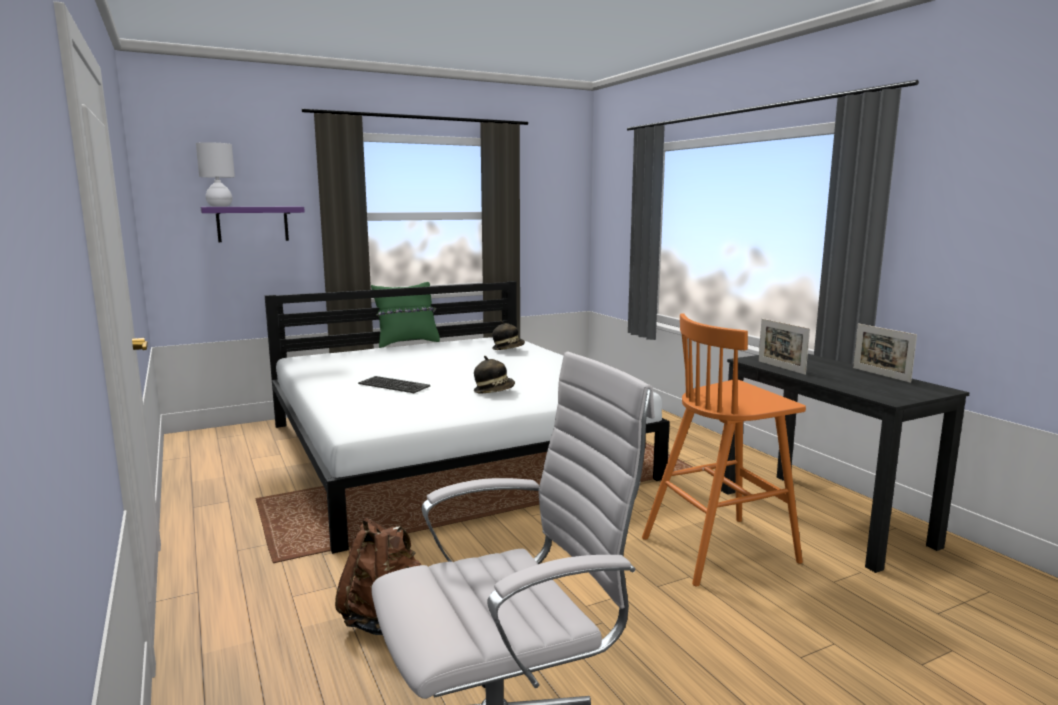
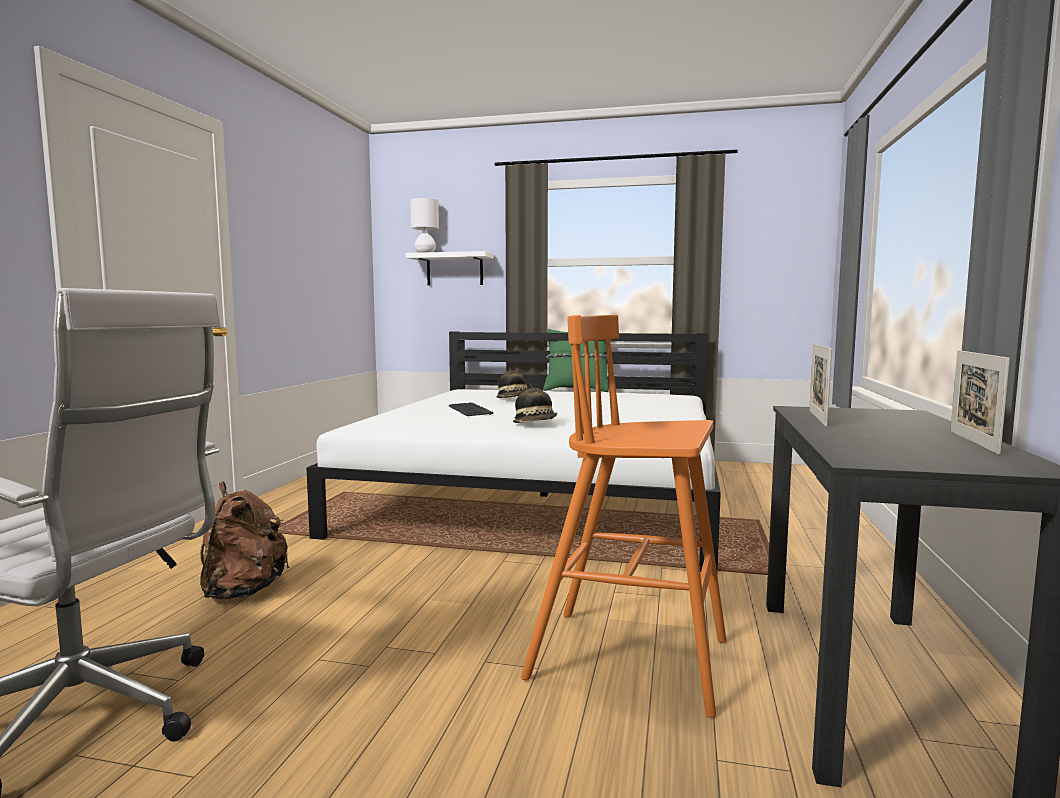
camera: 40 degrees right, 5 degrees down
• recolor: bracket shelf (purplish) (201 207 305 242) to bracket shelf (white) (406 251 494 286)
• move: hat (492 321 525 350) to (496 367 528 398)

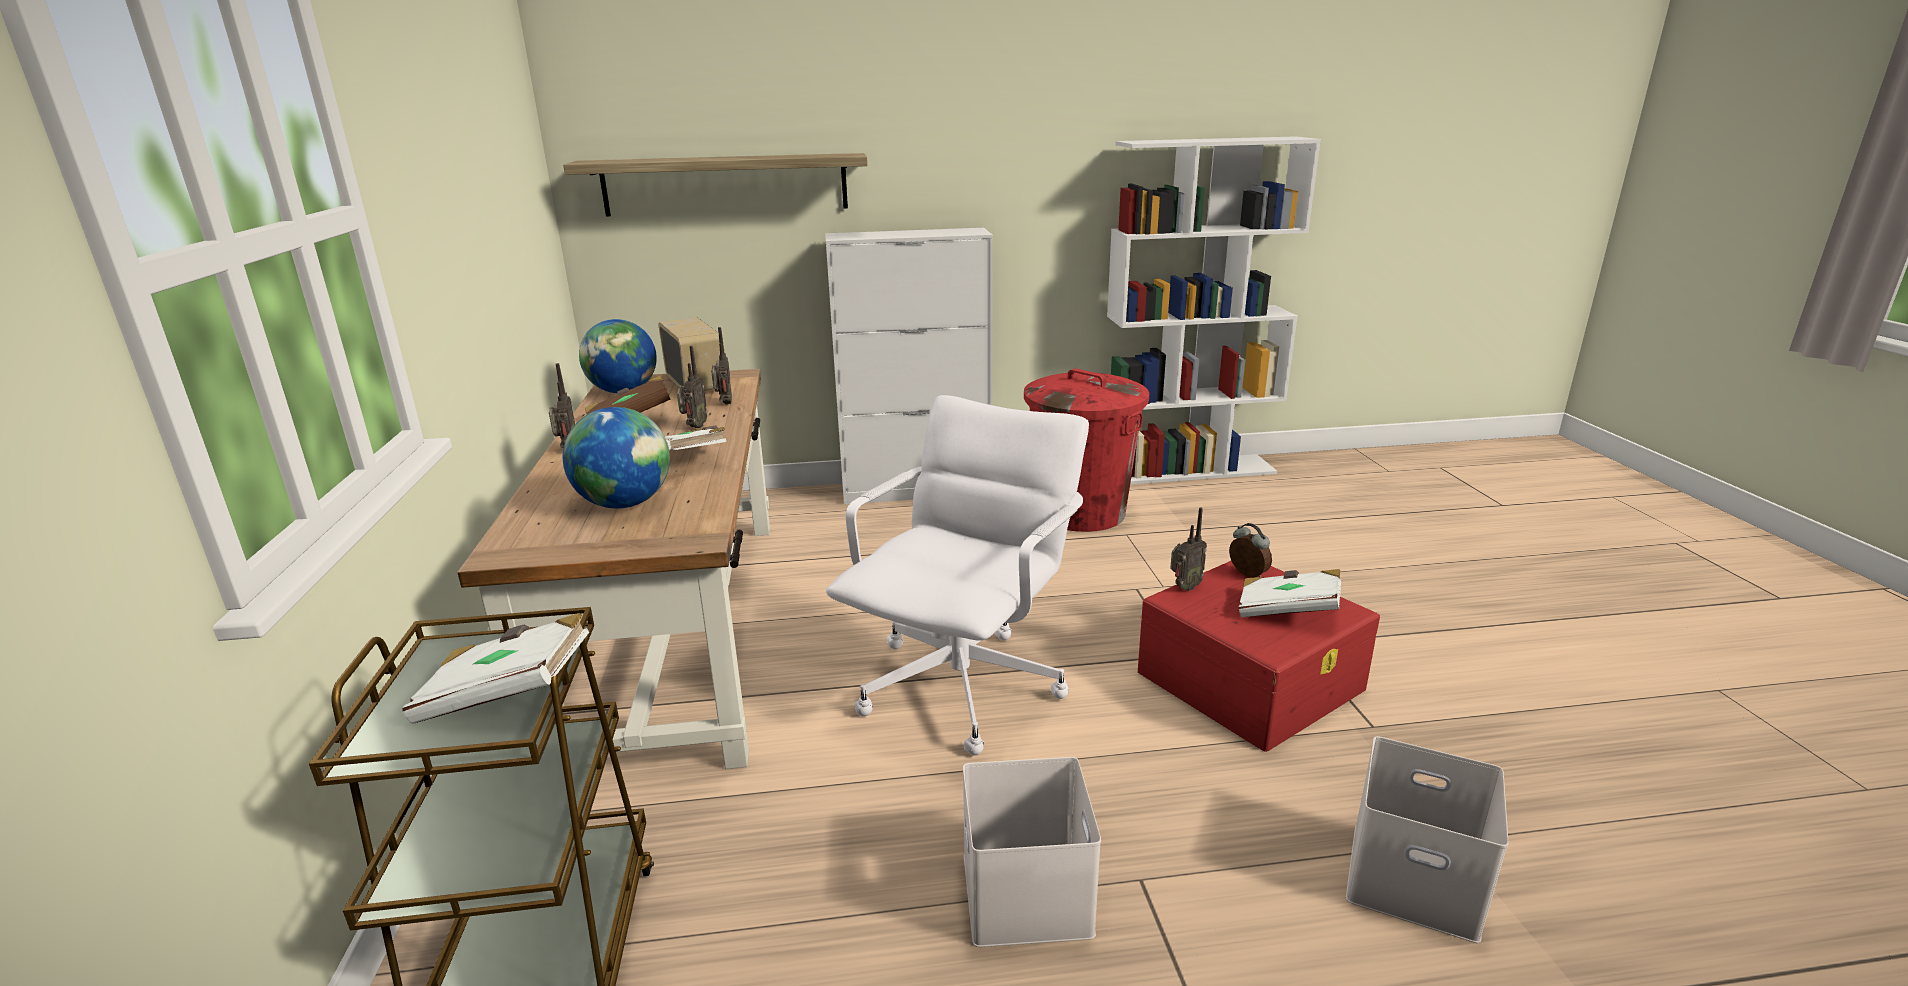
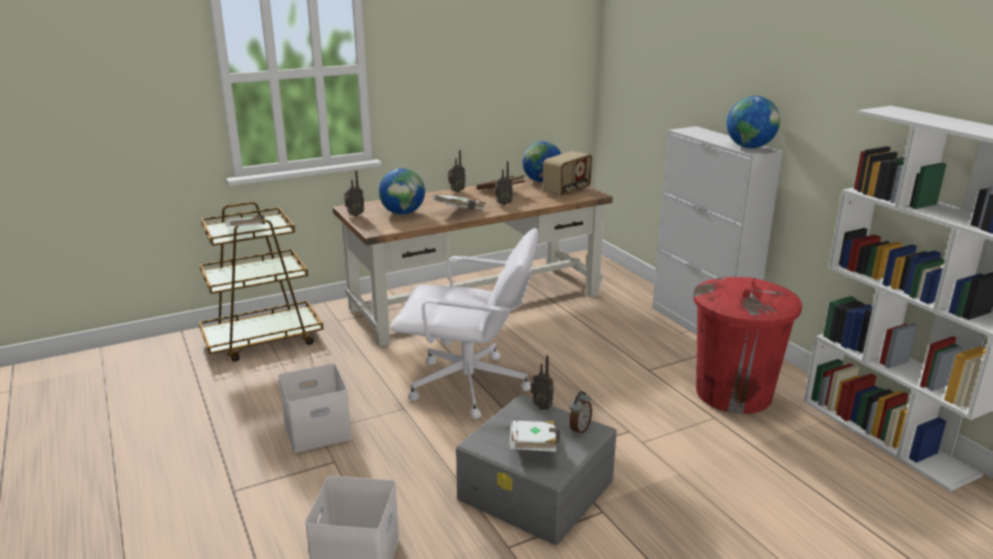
camera: 70 degrees right, 0 degrees up
• delete: bracket shelf (563 153 868 216)
• move: radio receiver (711 327 732 405) to (344 170 365 216)
• recolor: storage box (red-coloured) (1138 561 1380 752) to storage box (greyish) (456 395 617 545)
• insert: world globe (726 96 780 148)

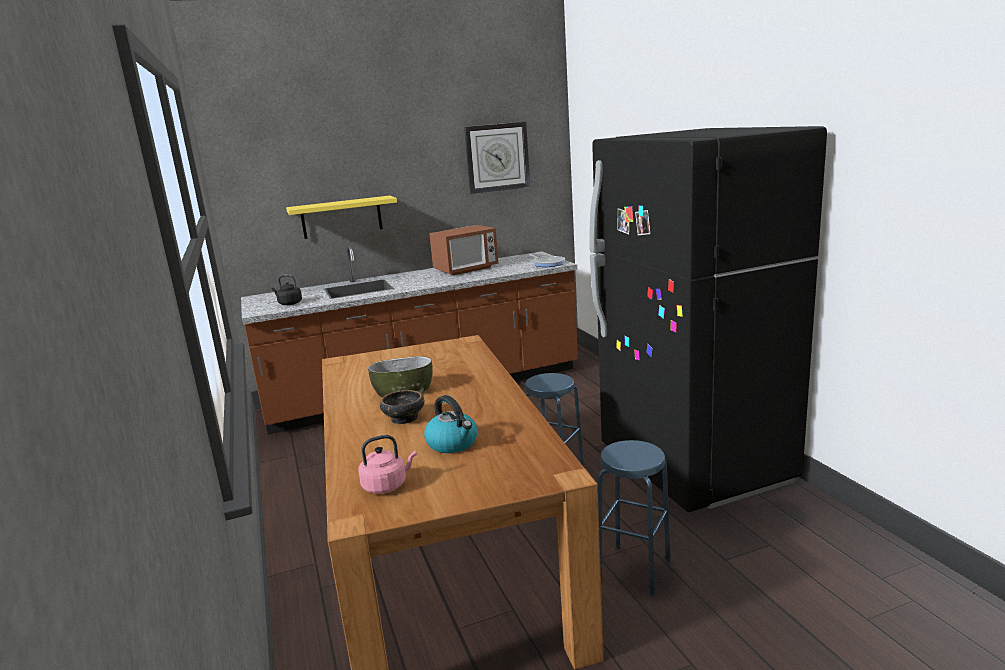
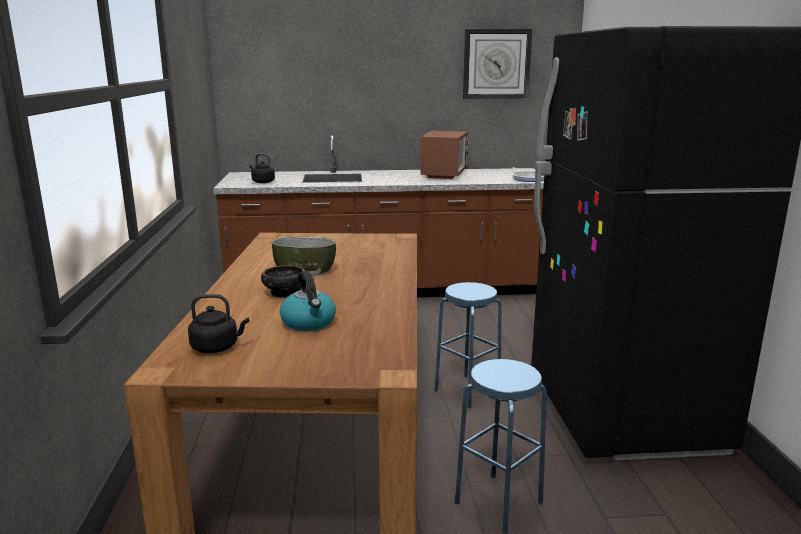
camera: 15 degrees right, 0 degrees up
• delete: bracket shelf (yellowish) (286 196 397 239)
• recolor: water kettle (pink-coloured) (358 435 417 494) to water kettle (black) (188 294 249 353)
• rotate: kitchen microwave (429 225 498 275) = (420 131 469 179) 60 degrees counterclockwise

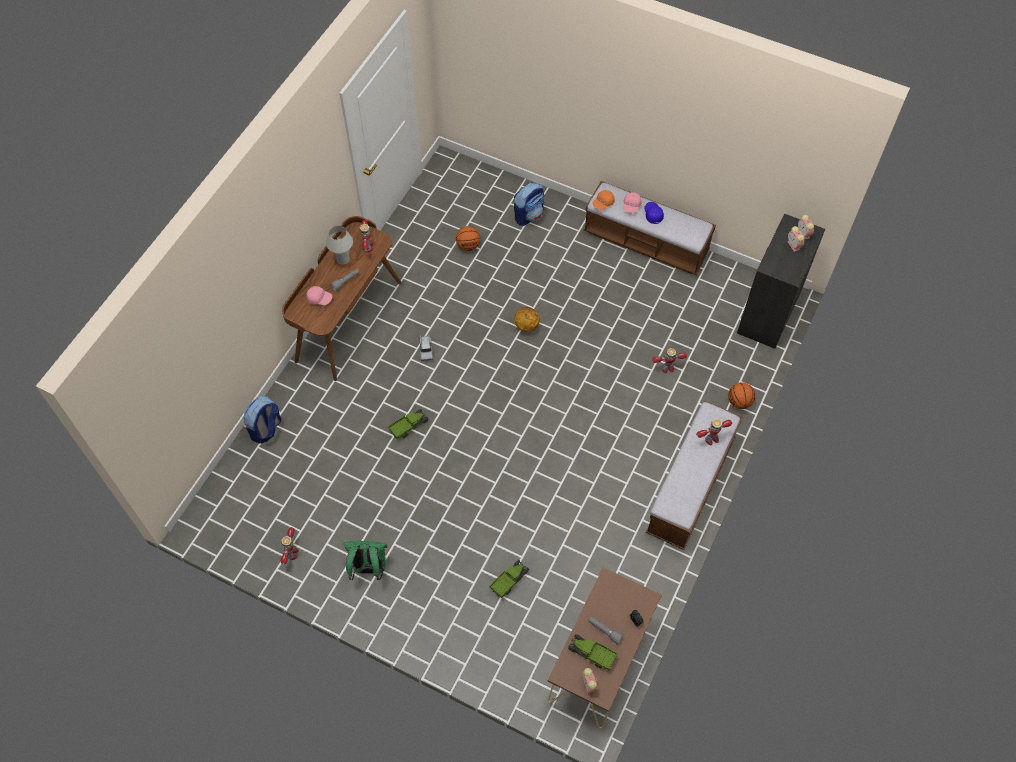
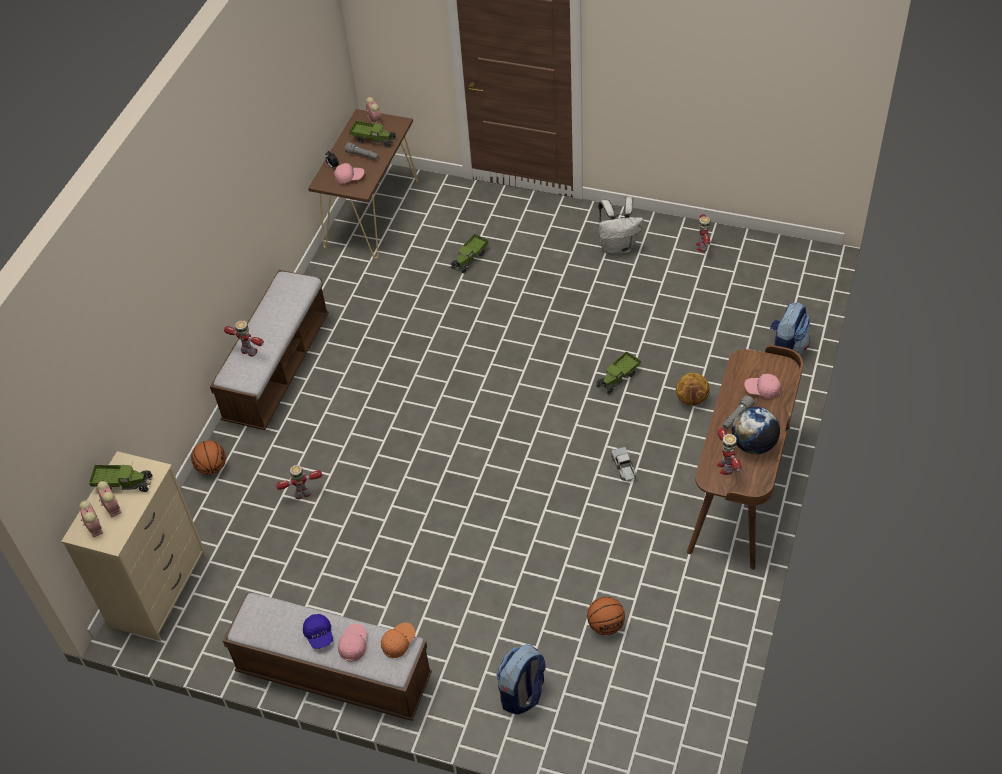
camera: 175 degrees right, 10 degrees down
• replace: lamp for a table (white) (326 226 353 265) to world globe (731 407 780 454)
• recolor: knapsack (green-coloured) (344 541 387 580) to knapsack (white) (598 196 643 255)
• move: basketball (514 307 540 332) to (676 372 710 406)
• rotate: robot figure (696 419 732 446) = (224 321 264 357) 60 degrees clockwise
• recolor: chest of drawers (black) (737 214 825 349) to chest of drawers (beige-coloured) (61 451 207 641)
• insert: model truck (89 463 153 492)
• insert: cap (pink-coloured) (334 163 364 184)

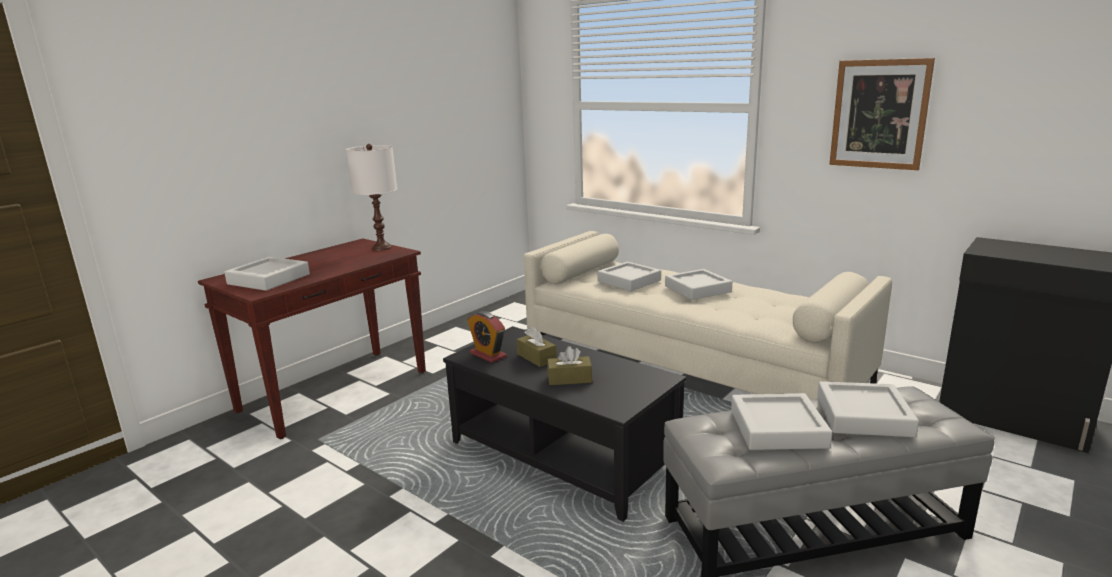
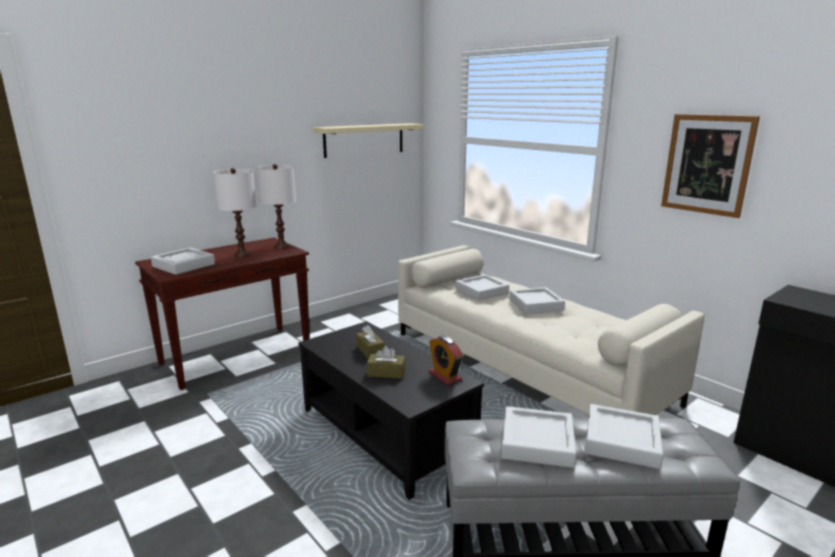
camera: 10 degrees right, 0 degrees up
• move: bedside clock (467 311 507 363) to (429 336 463 385)
• insert: lamp for a table (white) (213 168 256 257)
• insert: bracket shelf (beige-coloured) (313 123 424 158)

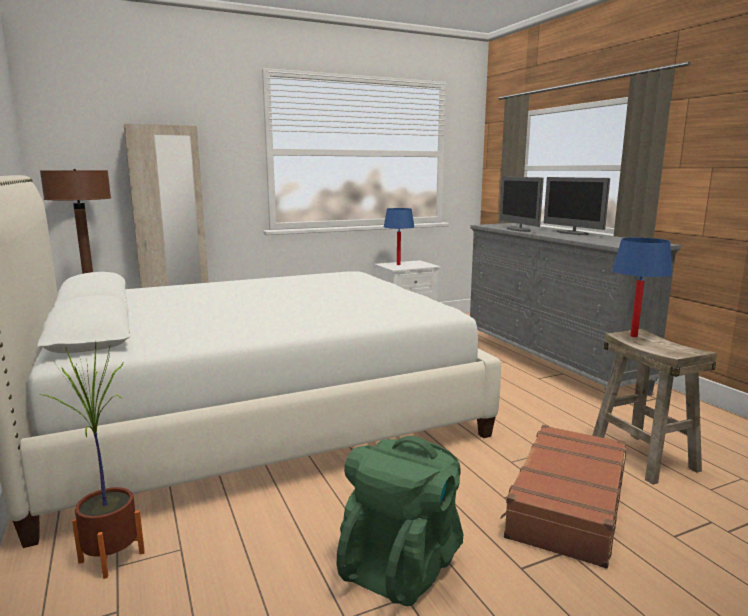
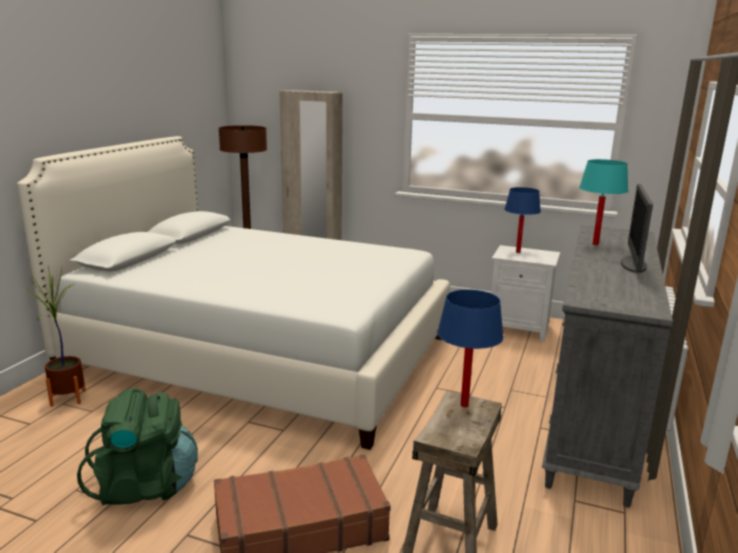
camera: 45 degrees right, 5 degrees up
• replace: monitor (500 177 544 232) to lamp for a table (turquoise) (579 159 628 245)

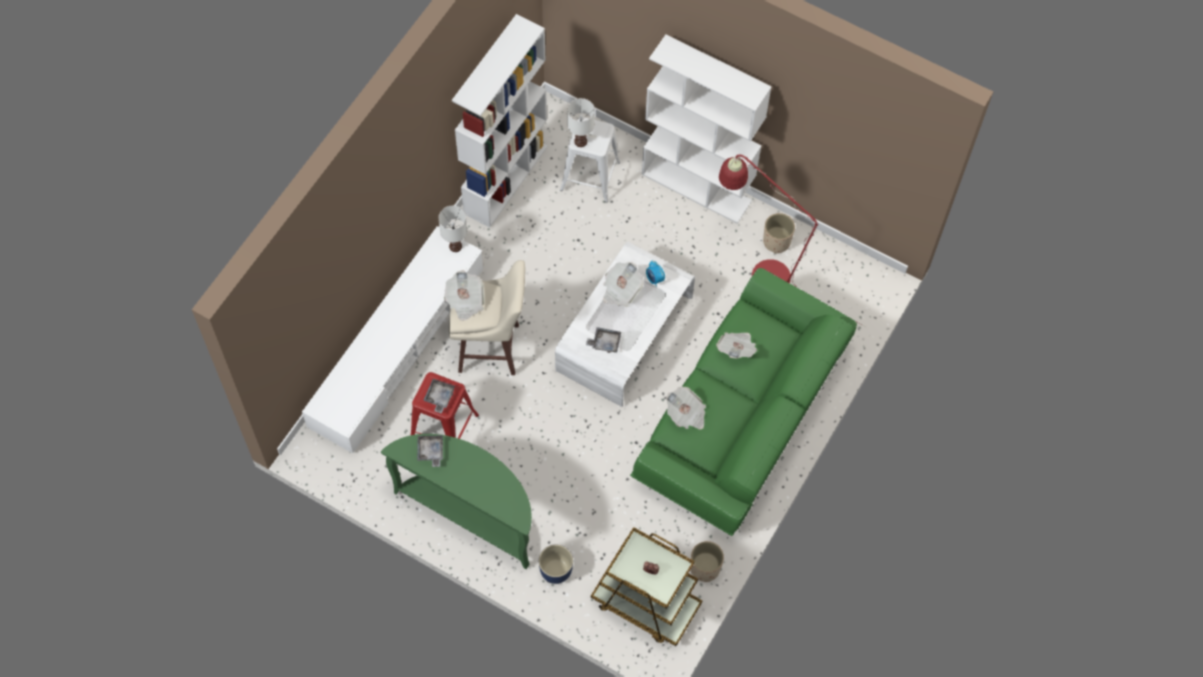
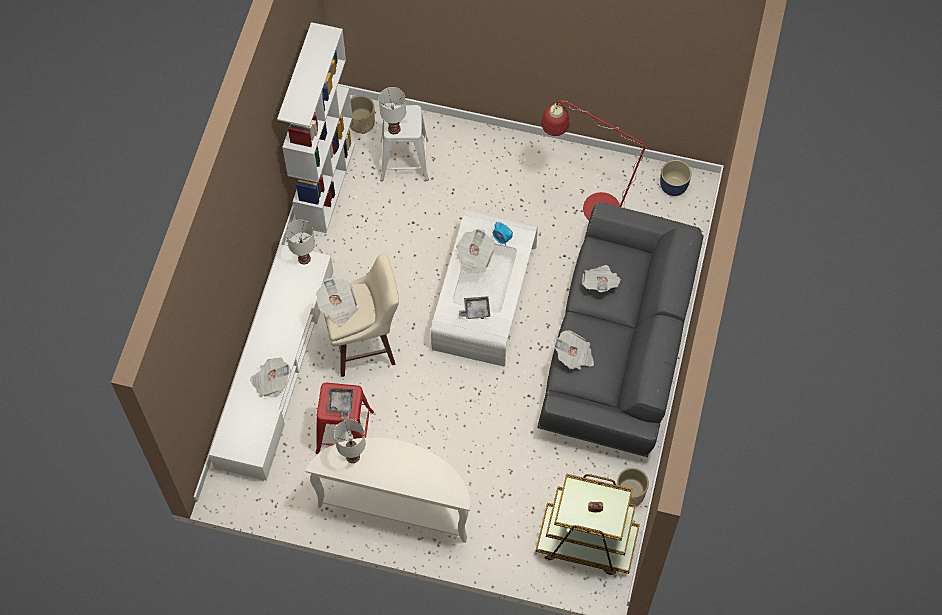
camera: 15 degrees left, 0 degrees up
• recolor: narrow table (green-coloured) (381 434 532 569) to narrow table (white) (305 437 470 543)
• replace: serving tray (greyish) (417 435 443 467) to lamp for a table (white) (334 420 366 463)
• move: flower pot (blue-coloured) (539 545 573 584) to (660 160 692 196)
• recolor: settee (green-coloured) (630 268 857 536) to settee (greyish) (537 202 704 457)
• delete: shelving unit (white) (642 35 772 224)
• move: flower pot (beige-coloured) (763 213 795 253) to (350 95 375 134)
• insert: newspaper (250 357 291 397)

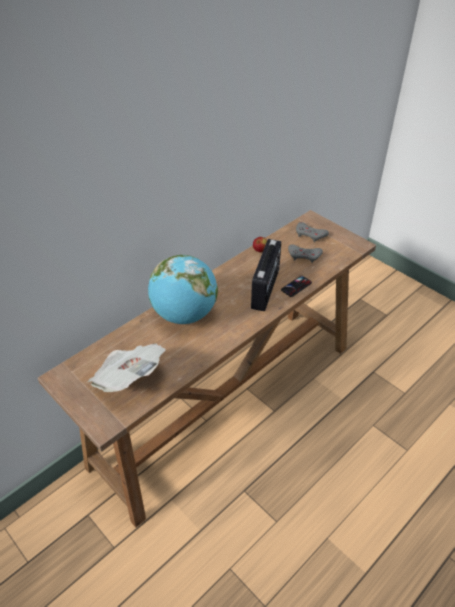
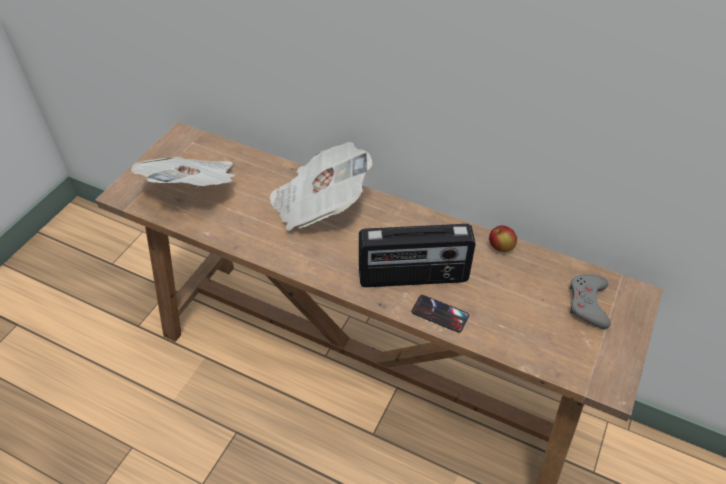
camera: 70 degrees right, 5 degrees up
• replace: world globe (148 255 218 324) to newspaper (269 142 373 231)
• delete: joypad (greyish) (288 244 323 263)

